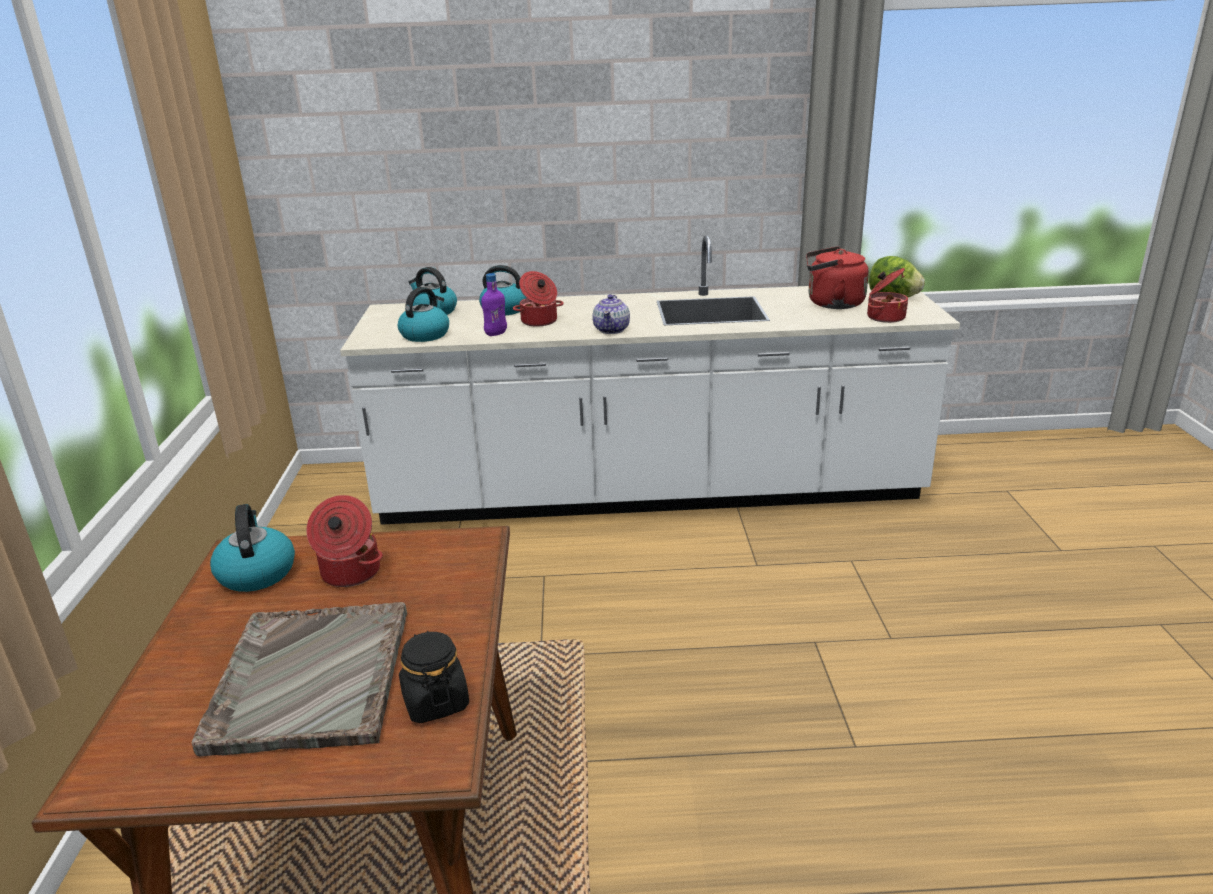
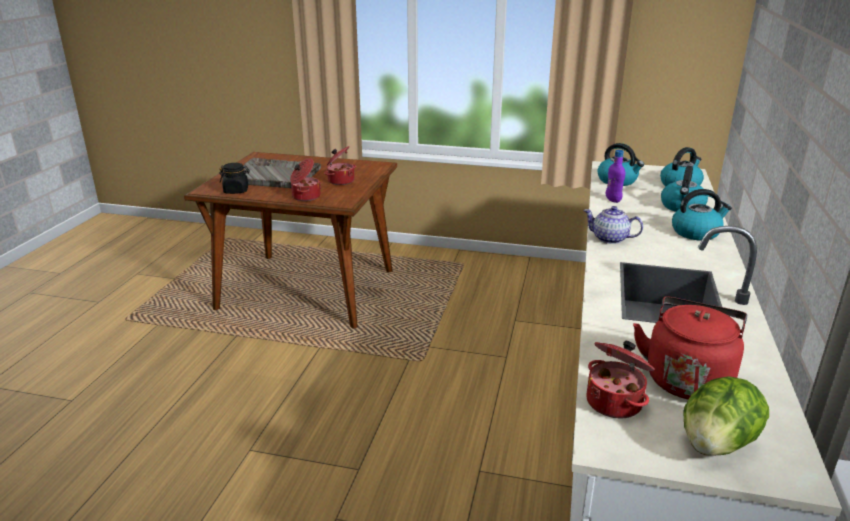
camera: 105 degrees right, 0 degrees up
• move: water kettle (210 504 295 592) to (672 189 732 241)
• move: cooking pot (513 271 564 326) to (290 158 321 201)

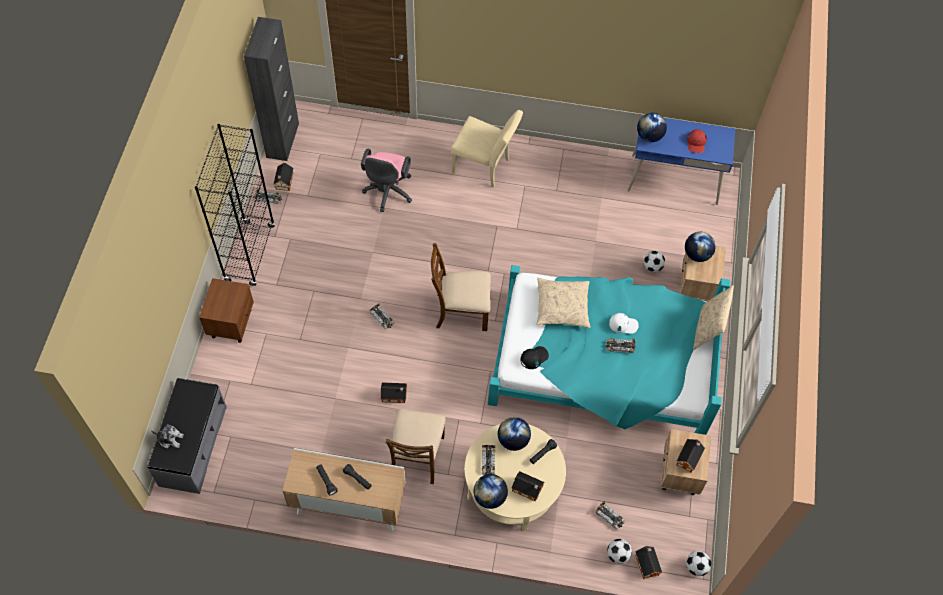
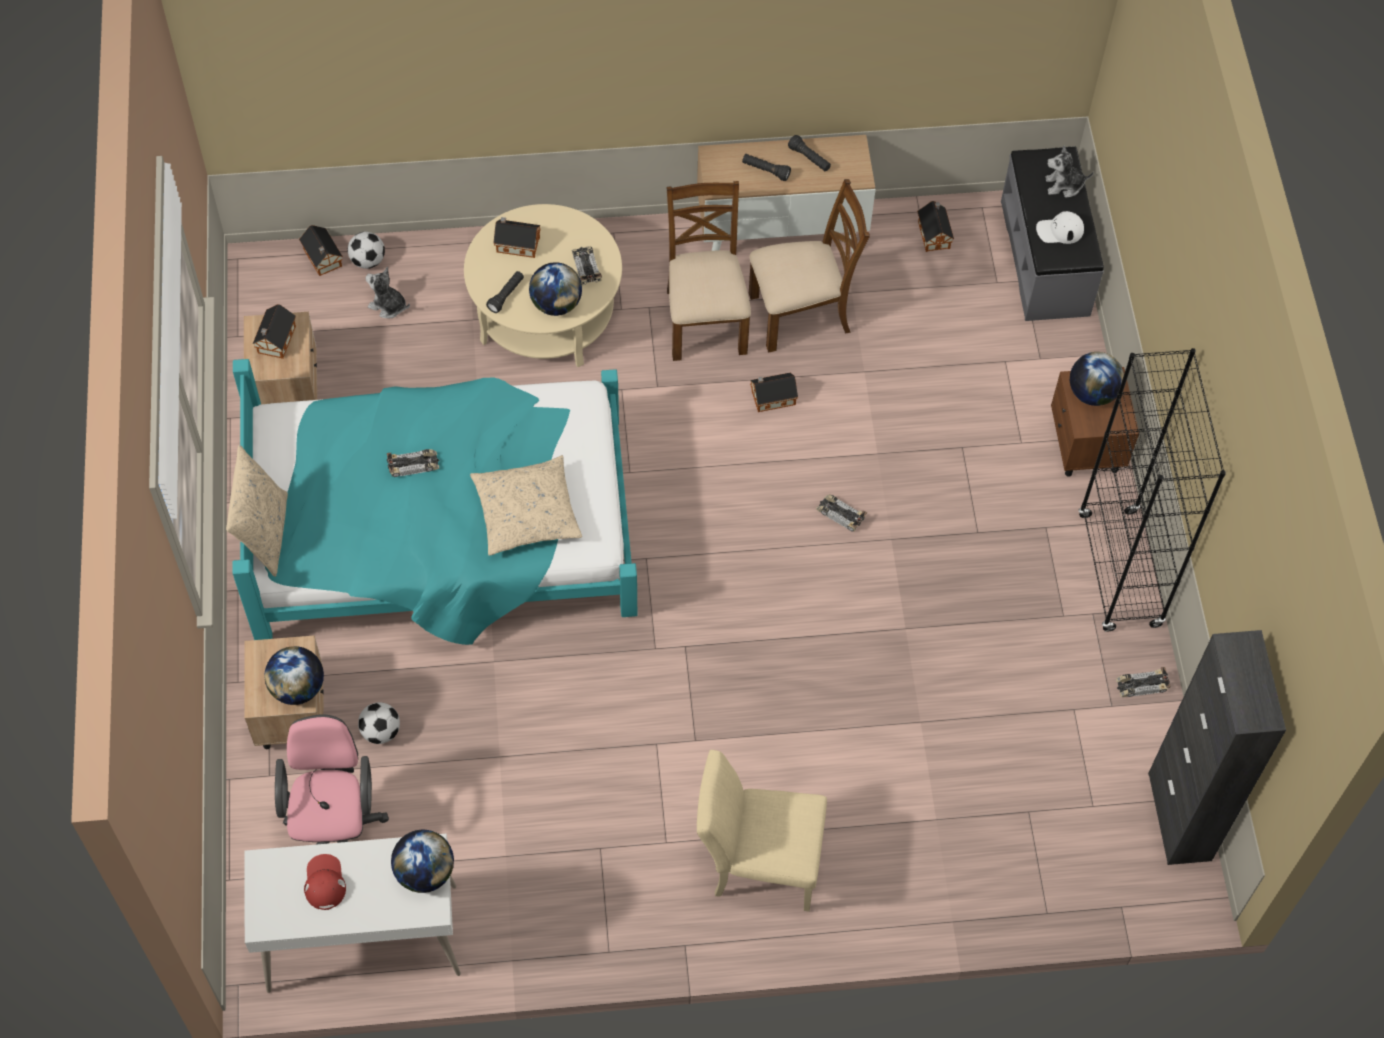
camera: 165 degrees right, 0 degrees up
• move: model house (273 163 294 191) to (917 201 954 252)
• move: office chair (pink-coloured) (361 149 412 212) to (275 714 389 844)
• move: chair (brown) (431 243 491 331) to (749 179 870 353)
• move: world globe (474 474 508 509) to (1070 352 1124 406)
• delete: cap (black) (520 346 549 369)
• replace: miniature car (596 501 625 530) to plush toy (366 267 410 319)
• move: cap (white) (609 313 639 334) to (1036 211 1084 244)
• recolor: desk unit (blue-coloured) (628 115 735 205) to desk unit (white) (244 834 461 993)
• delete: football (686 551 711 576)

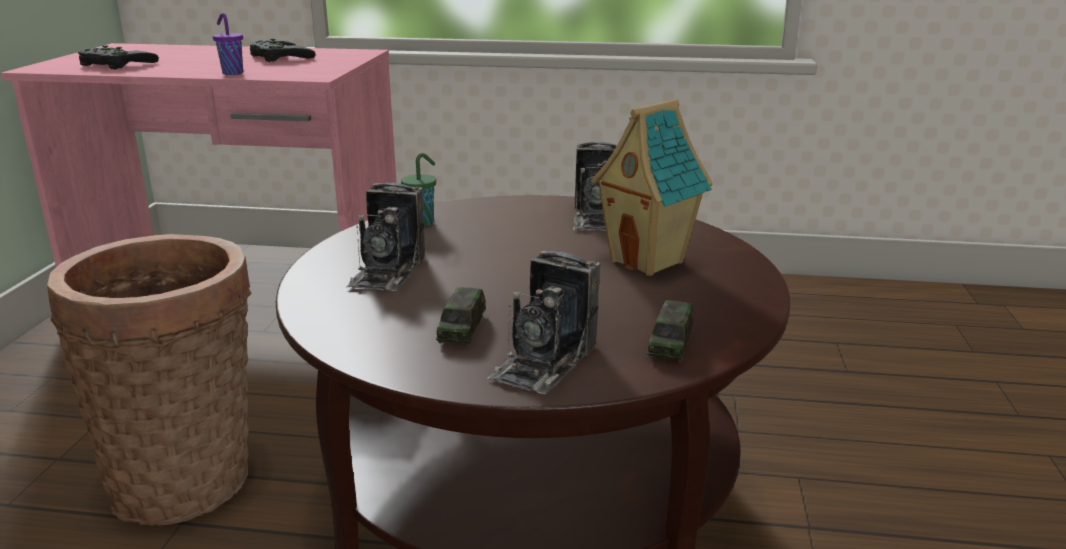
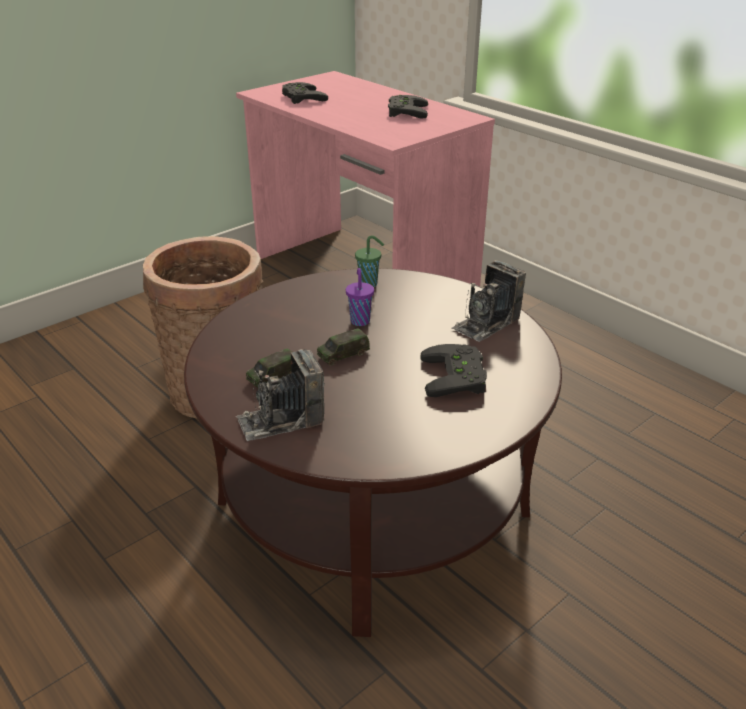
camera: 40 degrees right, 10 degrees up
• move: cup (purplish) (213 13 243 75) to (346 268 374 326)
• delete: still camera (346 183 425 291)
• replace: model house (591 99 713 276) to joypad (black) (421 344 487 397)
• move: miniature car (647 300 694 362) to (317 328 370 366)

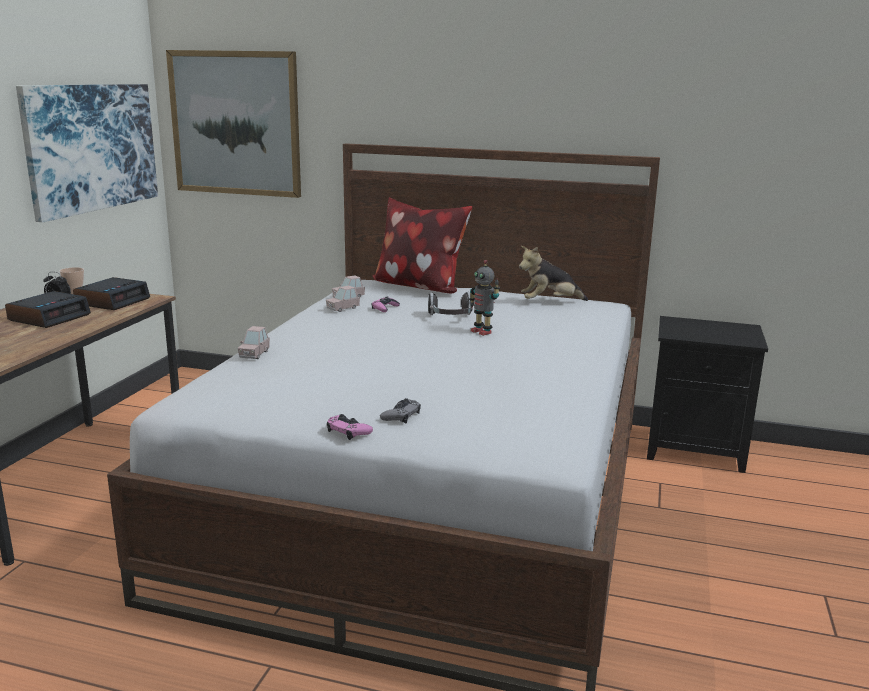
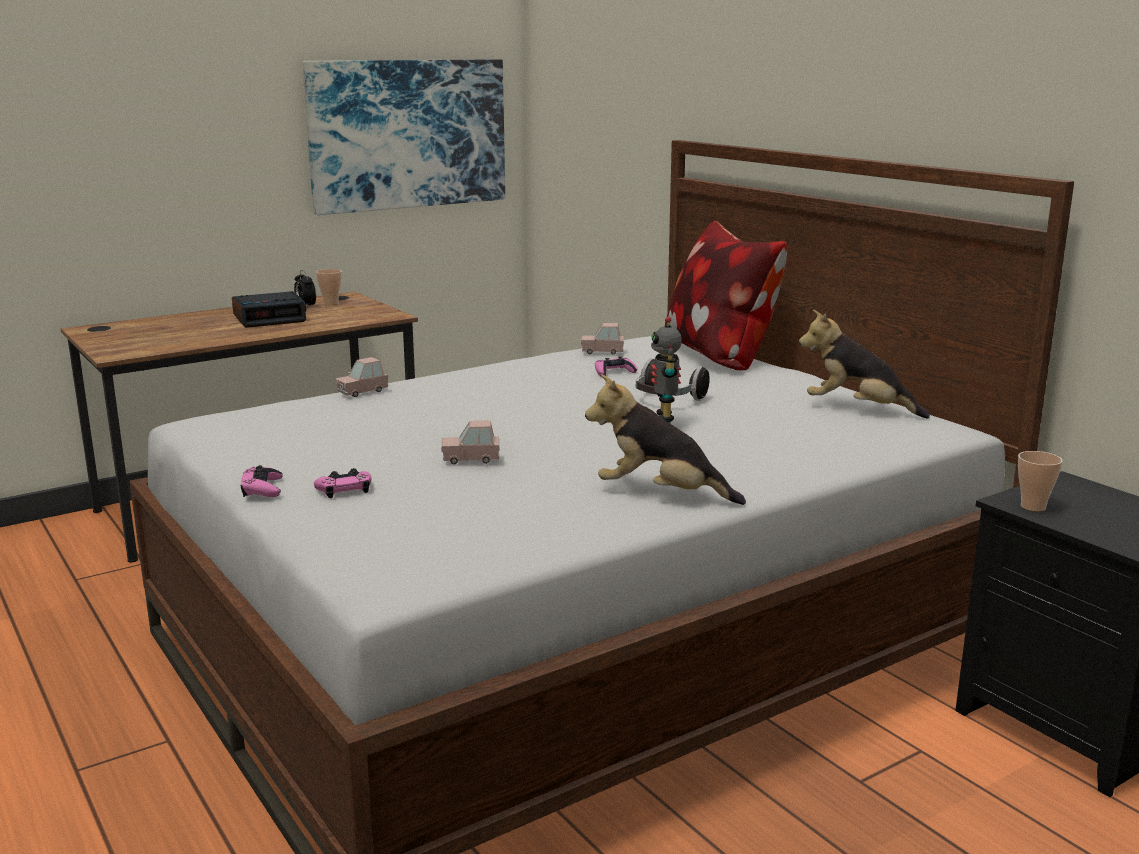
camera: 40 degrees right, 0 degrees up
• delete: bedside clock (73 277 150 310)
• delete: wall art (166 50 301 198)
• move: miniature car (pink-coloured) (326 286 360 312) to (441 420 500 465)
• recolor: joypad (greyish) (380 398 421 423) to joypad (pink-coloured) (314 468 371 498)
• insert: plush toy (585 374 746 505)
• insert: cup (1018 451 1063 512)

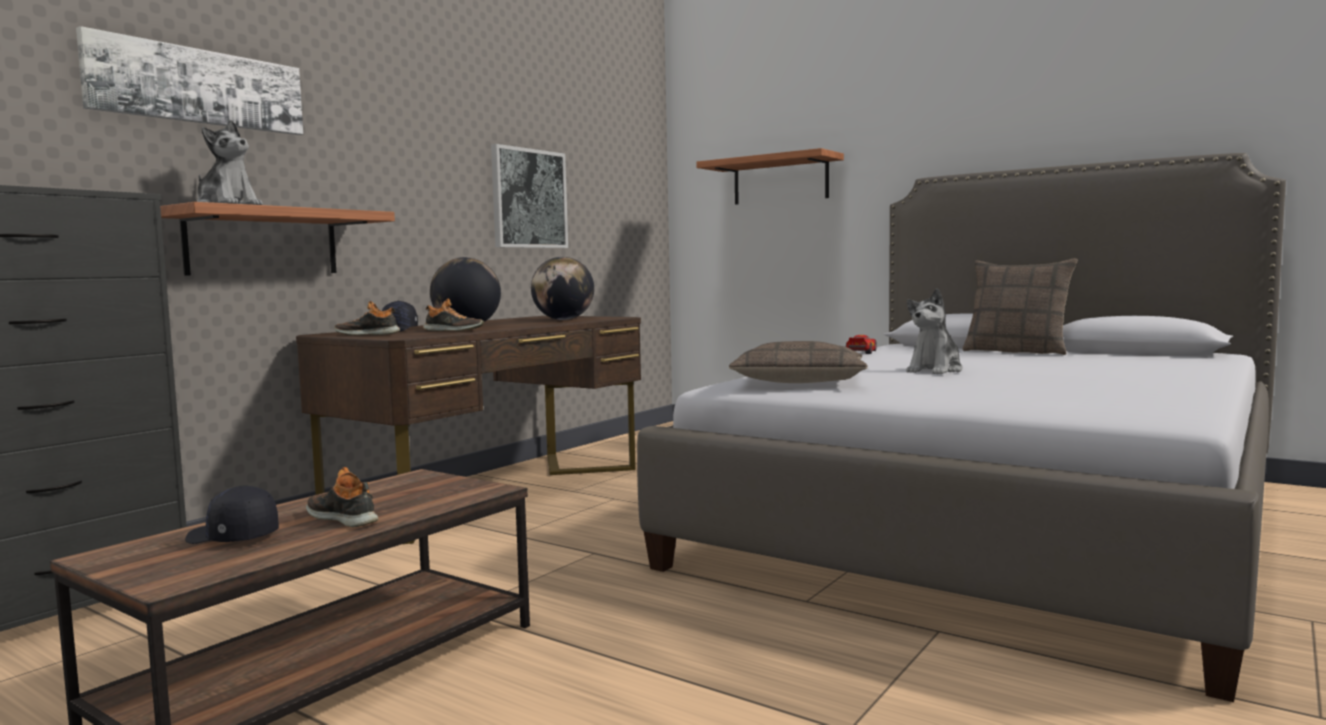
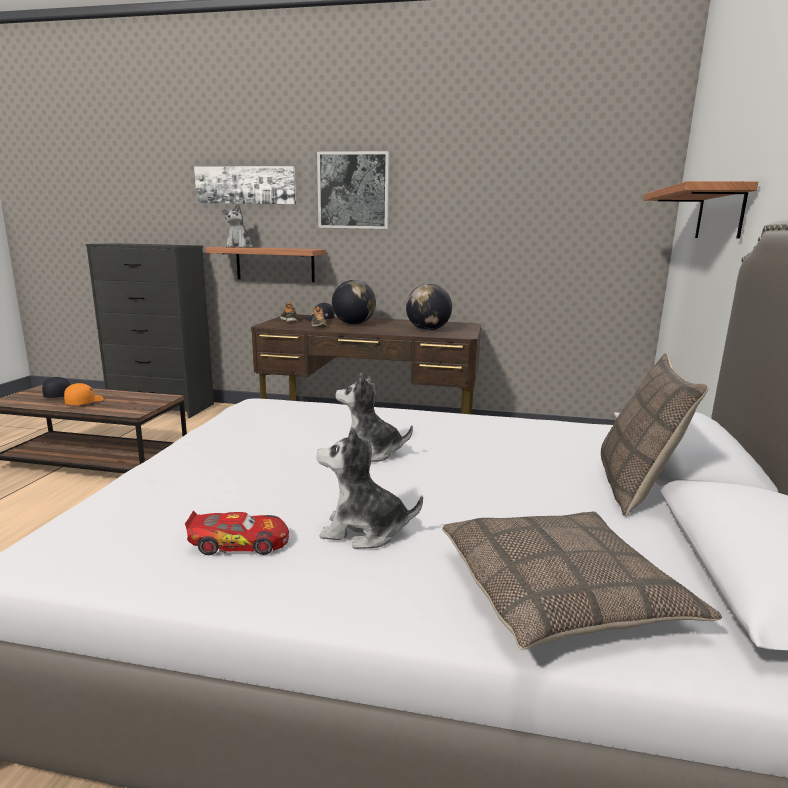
camera: 65 degrees right, 10 degrees up
• replace: item of footwear (306 467 379 527) to cap (orangey) (64 383 104 405)
• move: wall art (491 144 568 248) to (317 151 389 229)
• move: throw pillow (729 341 868 383) to (442 511 722 650)
• move: miniature car (846 335 877 354) to (185 511 289 555)
• insert: plush toy (316 427 423 549)

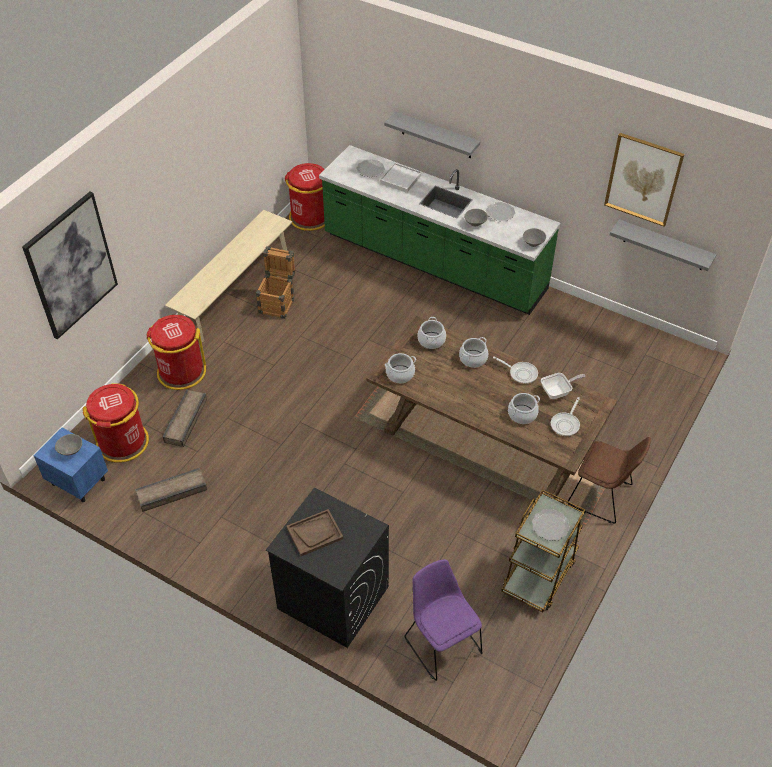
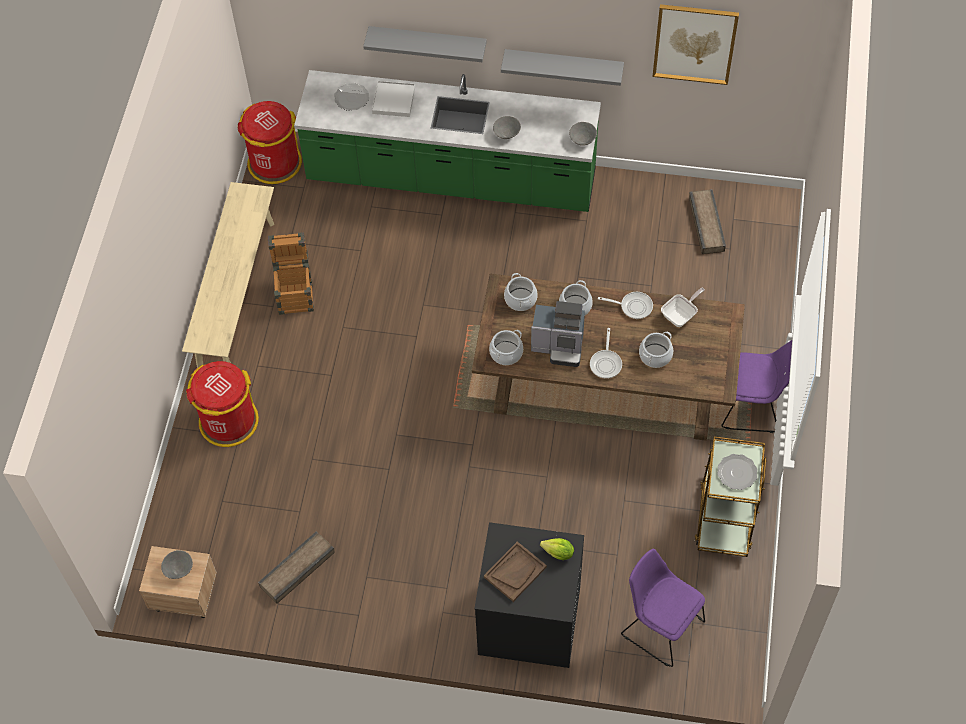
camera: 20 degrees left, 10 degrees up
• delete: wall art (22 192 118 340)
• recolor: night table (blue-coloured) (33 428 108 502) to night table (beige-coloured) (139 546 217 618)
• delete: rubbish bin (red-coloured) (83 383 149 463)
• move: packing crate (163 390 207 447) to (689 189 726 254)
• delete: dinner plate (486 202 515 221)
• move: frying pan (551 397 580 436) to (590 328 622 379)
• recolor: chair (brown) (568 437 651 523) to chair (purplish) (721 340 792 433)
• move: bracket shelf (greyish) (610 219 717 271) to (501 49 624 86)
• insert: coffee machine (531 301 585 367)
• insert: head of lettuce (540 538 574 560)

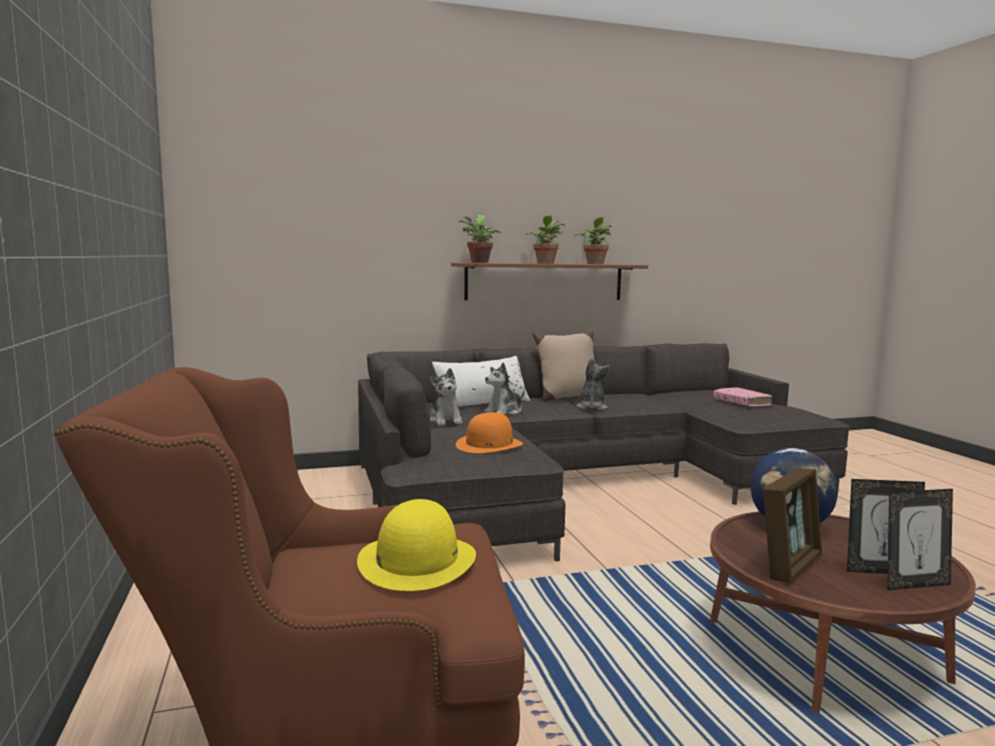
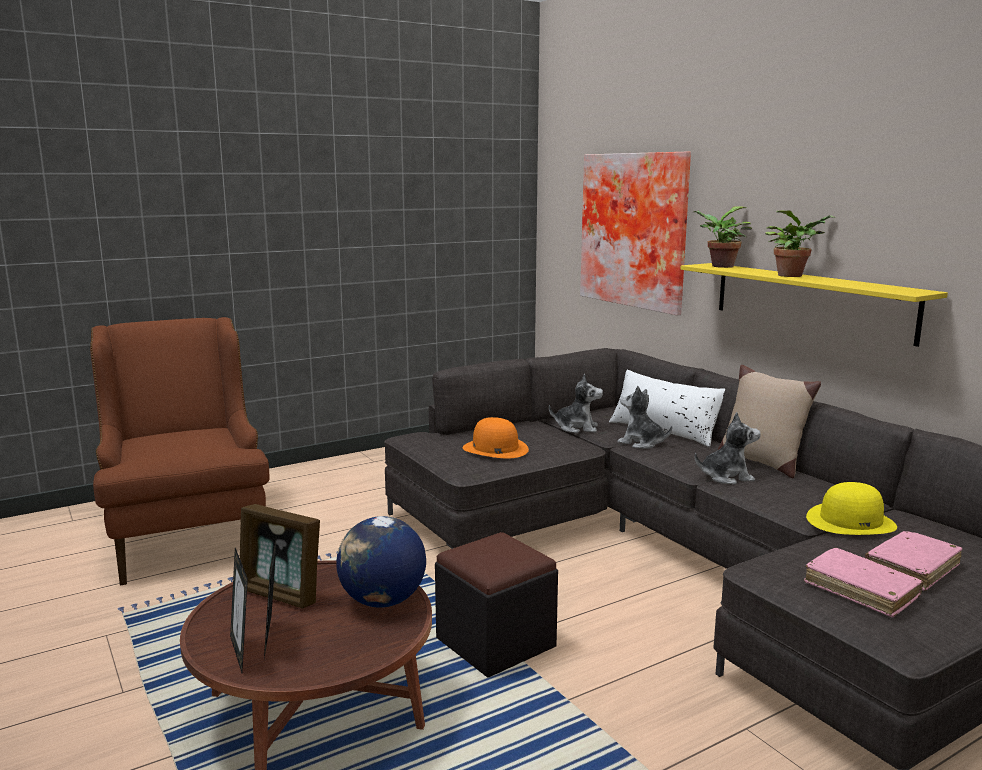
camera: 75 degrees right, 5 degrees up
• move: hat (yellowish) (357 499 476 591) to (806 482 897 535)
• rotate: plush toy (430 368 462 426) = (549 374 603 433) 135 degrees counterclockwise
• recolor: bracket shelf (brown) (451 263 648 300) to bracket shelf (yellowish) (680 263 948 347)
• delete: plant in a pot (575 217 612 264)
• insert: ottoman (black) (435 532 558 677)
• insert: wall art (580 152 691 316)
• insert: bound book (pink-coloured) (804 548 923 617)

